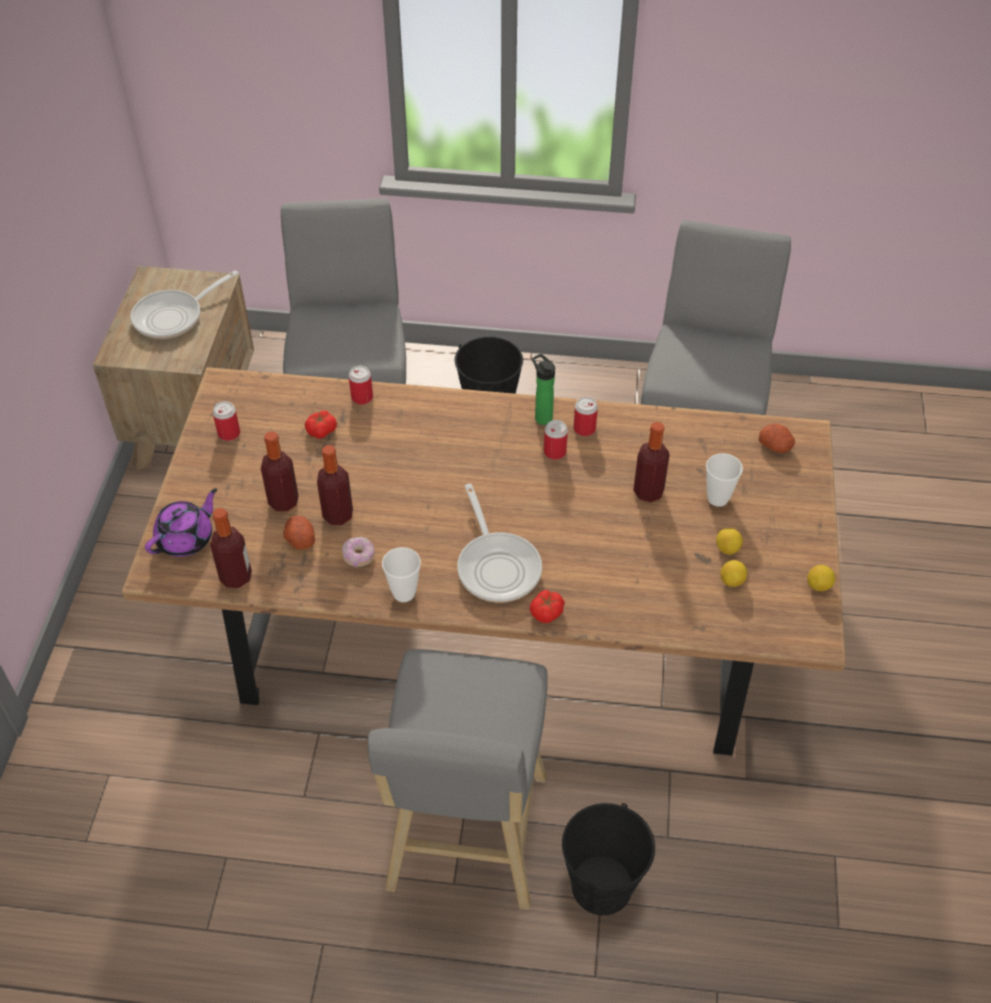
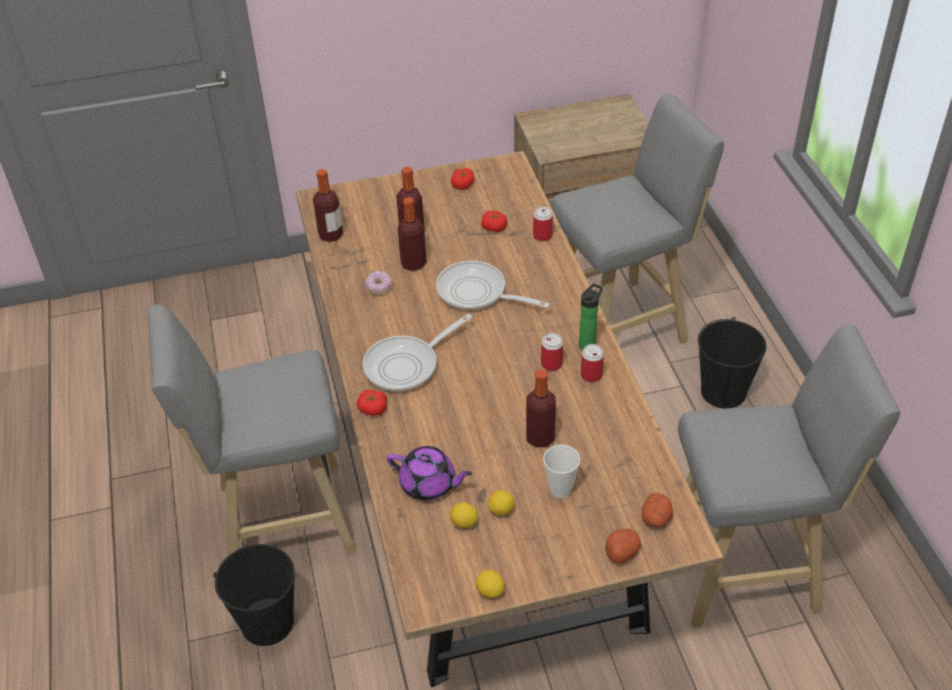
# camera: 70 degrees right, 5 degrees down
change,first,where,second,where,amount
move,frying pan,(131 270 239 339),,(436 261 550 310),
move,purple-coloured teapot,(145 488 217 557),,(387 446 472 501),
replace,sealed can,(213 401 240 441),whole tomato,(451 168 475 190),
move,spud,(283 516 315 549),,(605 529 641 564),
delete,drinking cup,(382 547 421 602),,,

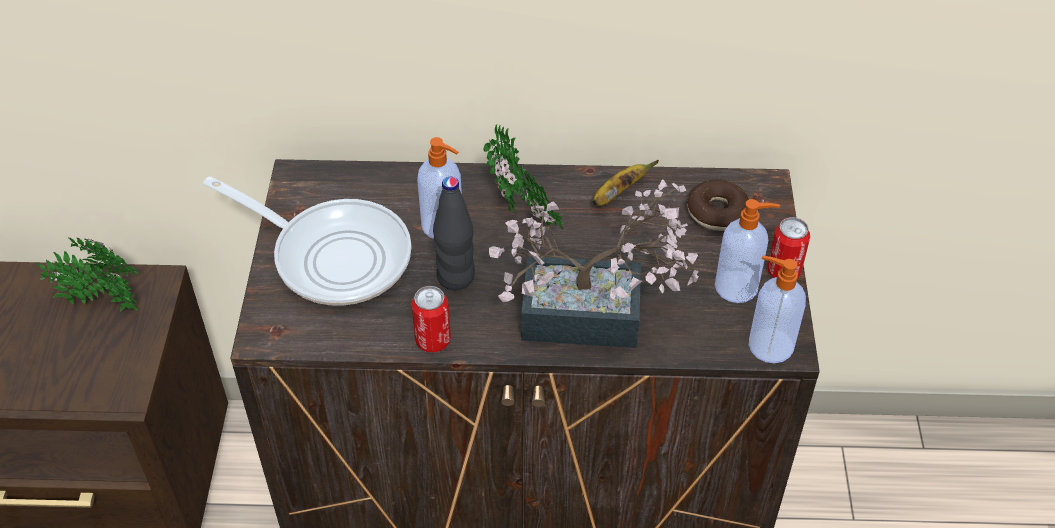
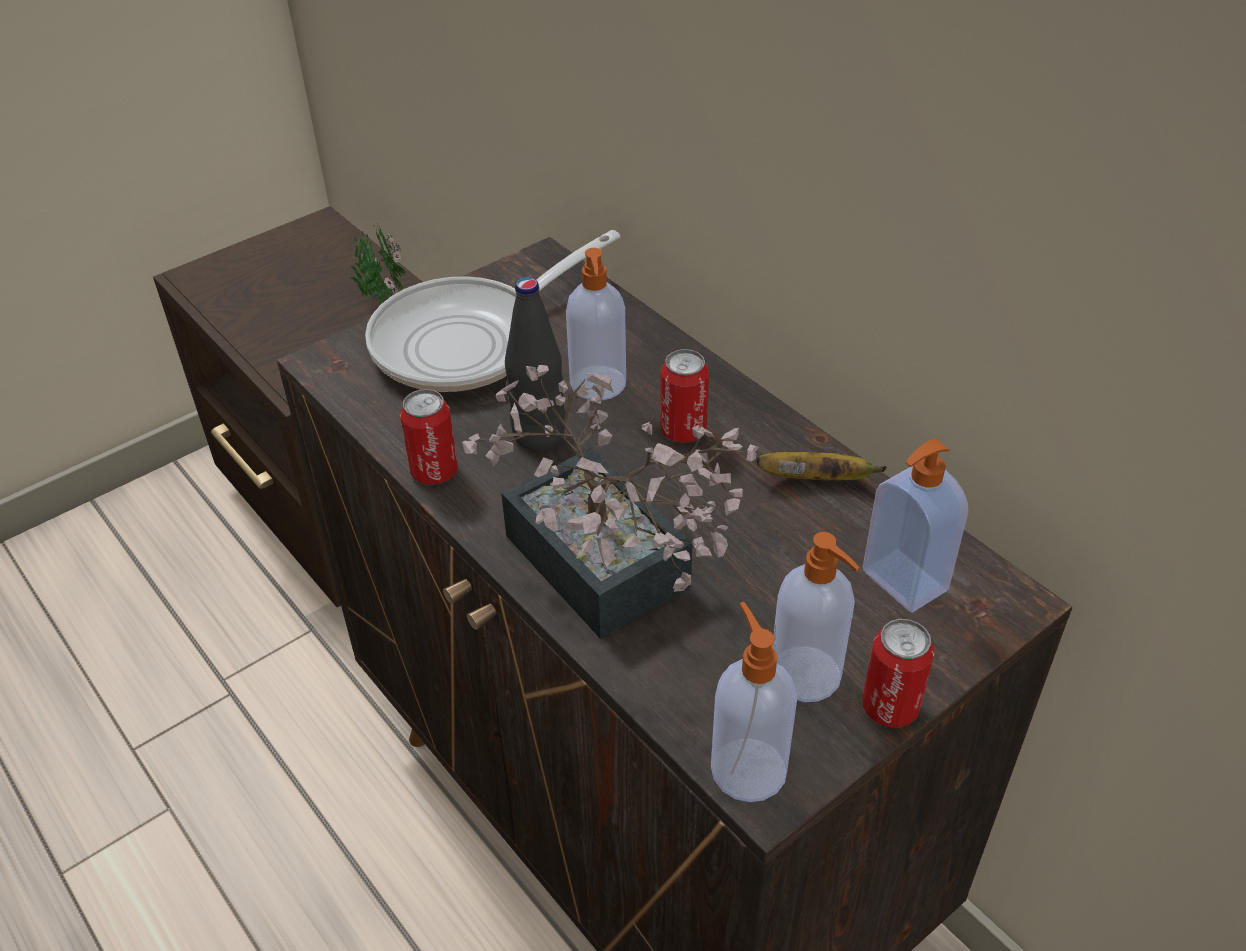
# camera: 50 degrees right, 5 degrees down
change,first,where,second,where,amount
rotate,frying pan,(203 176 412 306),,(365 230 621 392),60 degrees clockwise
replace,houseplant,(484 124 564 230),sealed can,(660 349 709 443),
replace,doughnut,(687 180 749 231),soap bottle,(863 438 968 613),

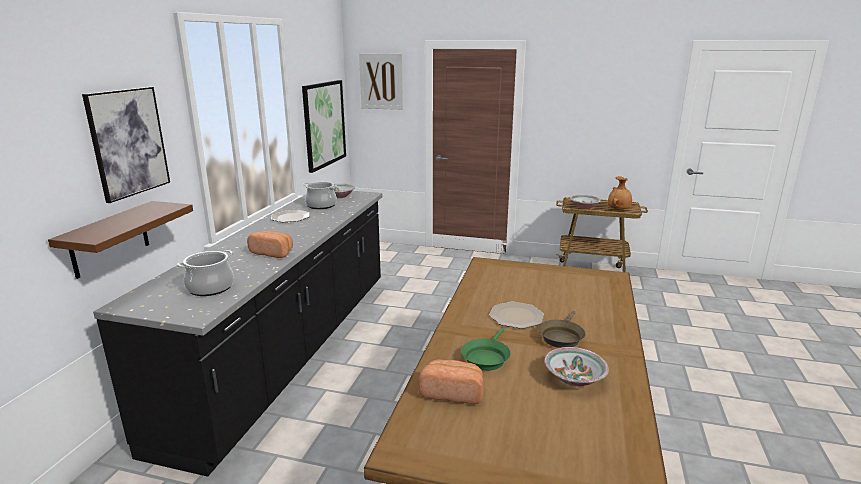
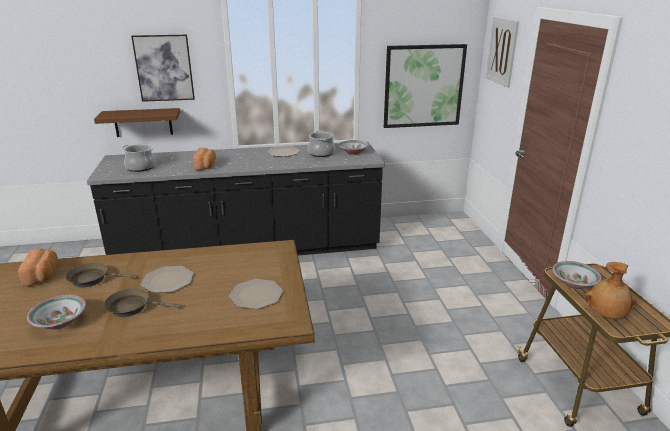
# camera: 65 degrees right, 5 degrees up
change,first,where,second,where,amount
recolor,green-coloured frying pan,(461 328 511 371),brown-coloured frying pan,(65 263 138 288),
insert,,,plate,(229 279 283 309),

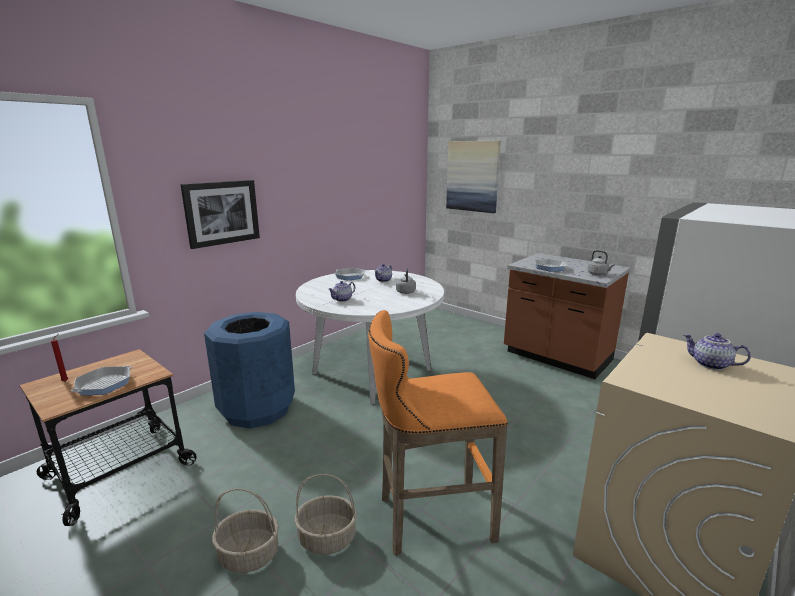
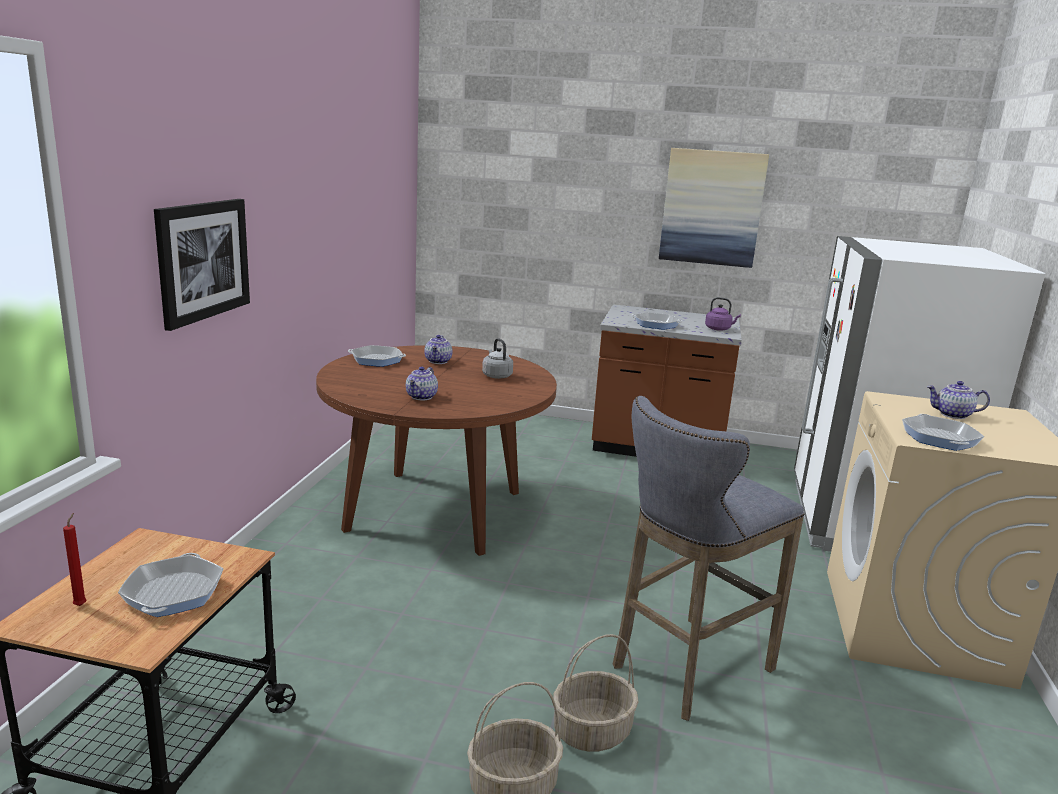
# camera: 30 degrees left, 0 degrees up
change,first,where,second,where,amount
delete,bluish rubbish bin,(204 312 295 428),,,
recolor,white-coloured dinner table,(296 270 444 404),brown-coloured dinner table,(316 345 557 556),
recolor,orange stool,(368 310 508 556),greyish stool,(613 396 804 721),
move,wall art,(446 141 501 213),,(659 148 769 268),
recolor,greyish tea kettle,(587 250 615 276),purple-coloured tea kettle,(705 297 741 331),
insert,,,frying pan,(902 414 984 451),

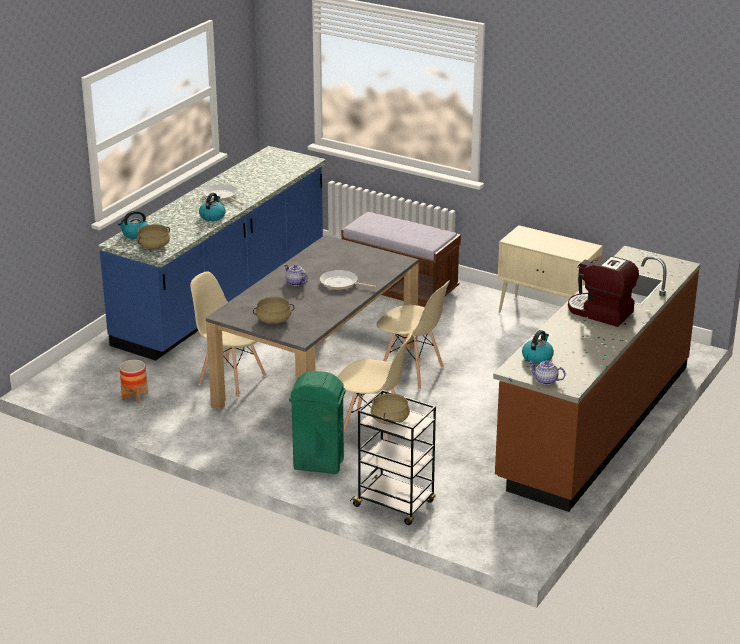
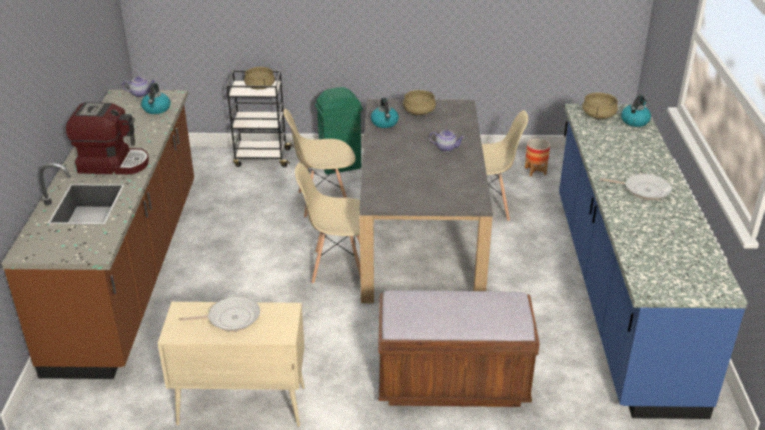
# camera: 150 degrees right, 5 degrees up
change,first,where,second,where,amount
move,tea kettle,(199 193 225 221),,(371 98 399 128),
move,frying pan,(320 270 377 290),,(179 296 260 331),

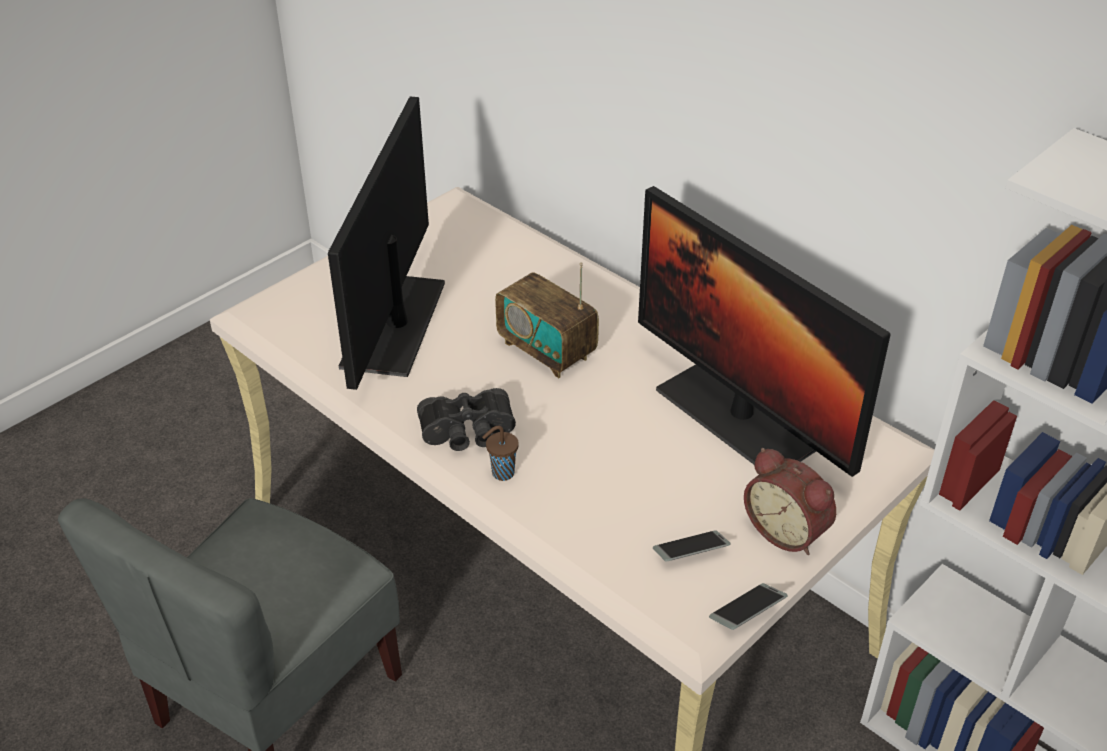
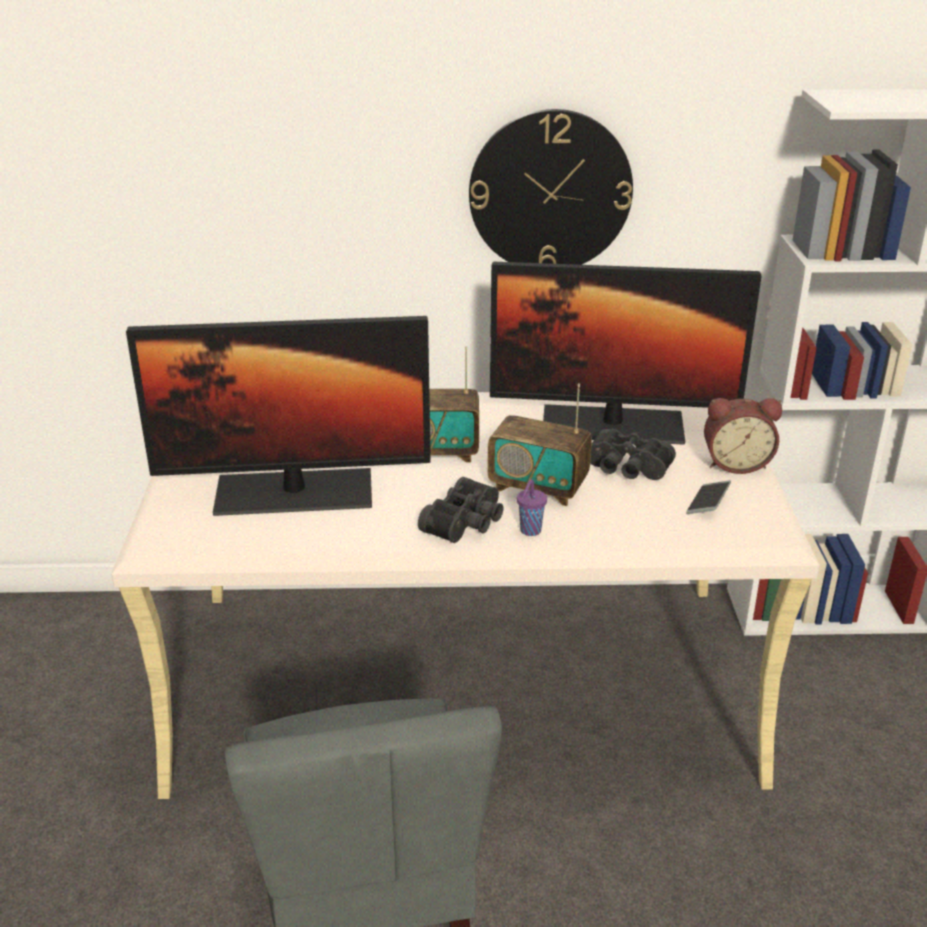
# camera: 45 degrees left, 10 degrees down
change,first,where,second,where,amount
rotate,computer display,(328 97 445 390),,(126 316 431 516),60 degrees counterclockwise
recolor,brown-coloured drinking cup,(482 426 519 481),purple-coloured drinking cup,(517 479 547 536),
delete,telephone,(709 583 788 630),,,
insert,,,wall clock,(469 109 633 265),
insert,,,radio set,(487 384 592 506),
insert,,,black field glasses,(590 429 676 480),

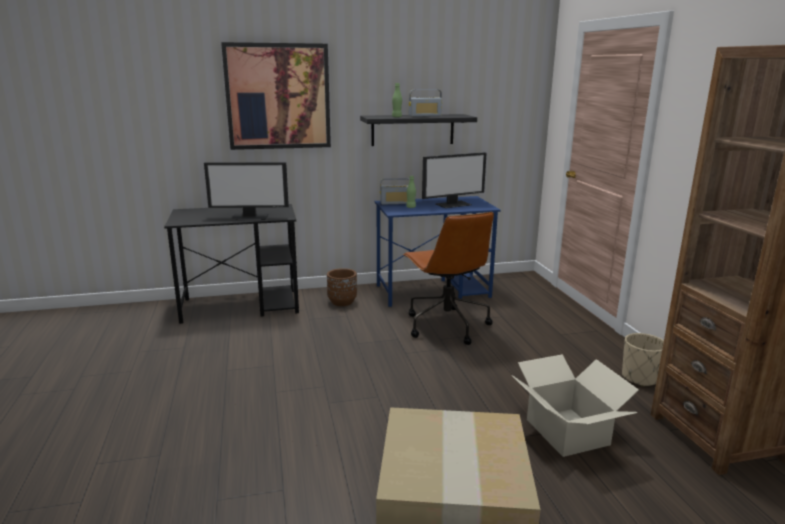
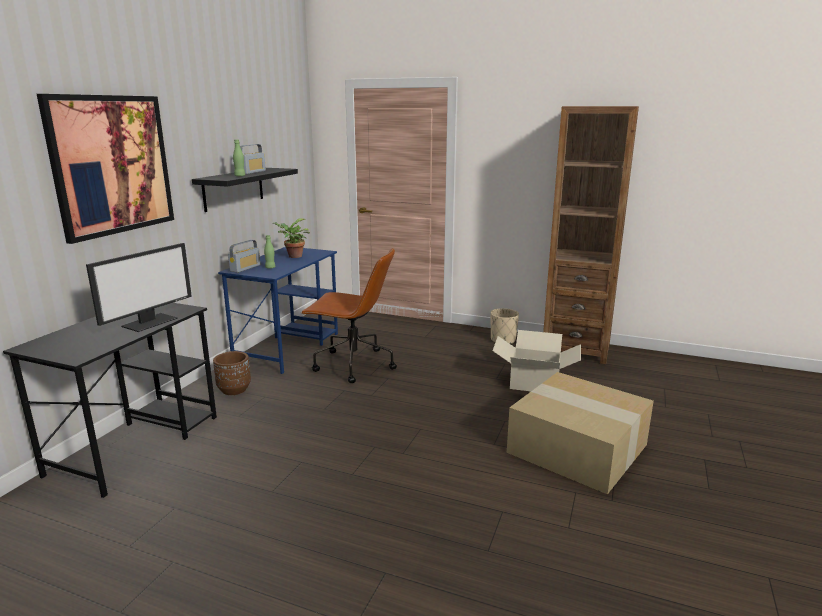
# camera: 55 degrees left, 0 degrees up
change,first,where,second,where,amount
replace,computer display,(422 152 487 208),houseplant,(274 219 310 258),

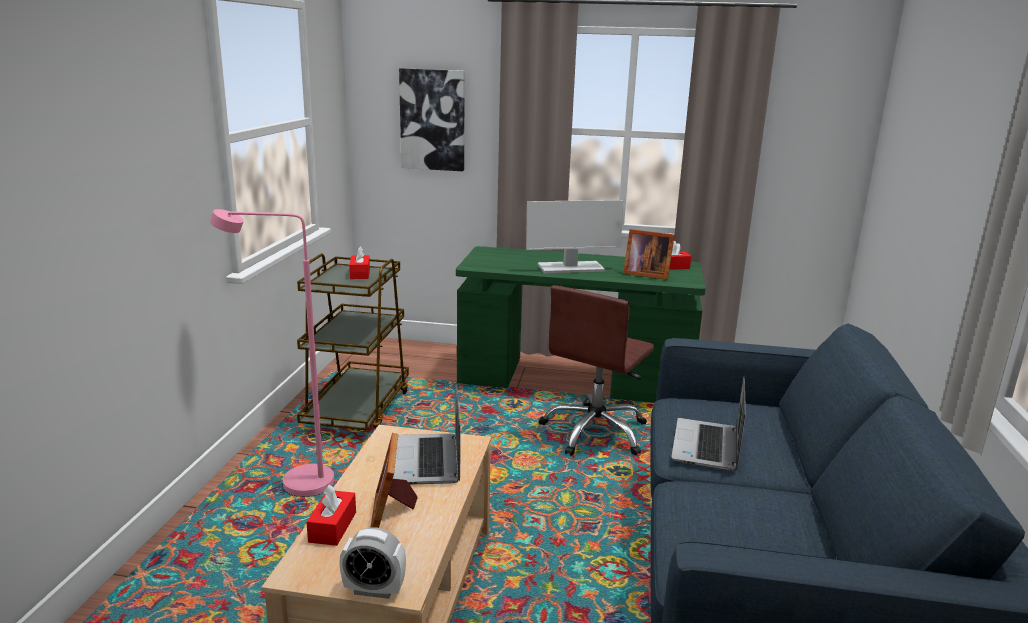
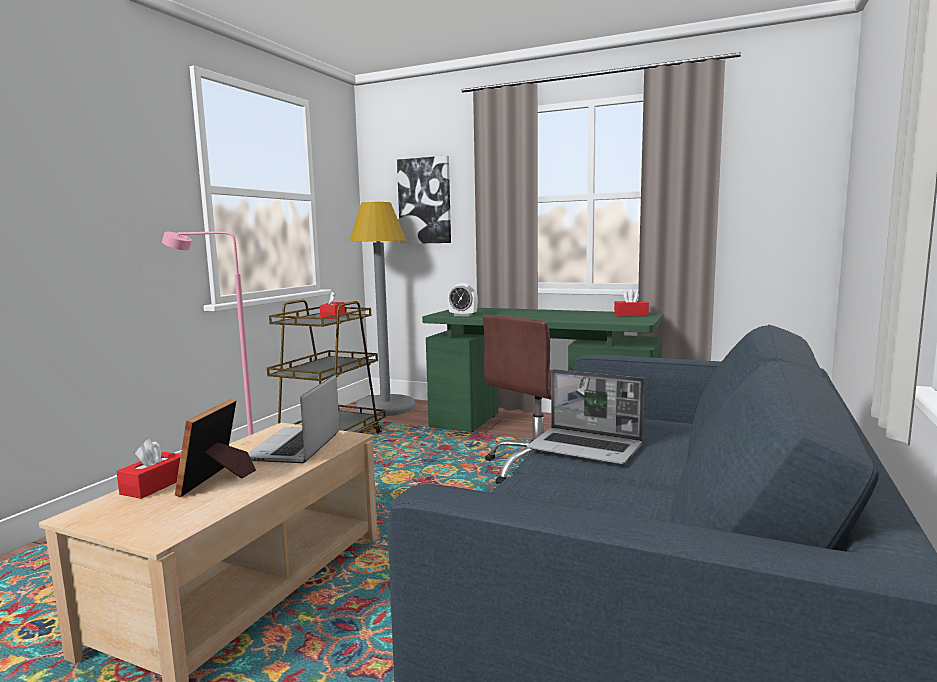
# camera: 15 degrees right, 10 degrees down
change,first,where,second,where,amount
move,table clock,(339 527 406 599),,(448 283 478 317),
delete,computer display,(526 200 623 273),,,
delete,photo frame,(623 229 675 280),,,
rotate,laptop,(671 377 746 471),,(526 369 645 464),90 degrees counterclockwise
insert,,,greyish standing lamp,(349 202 416 416),

